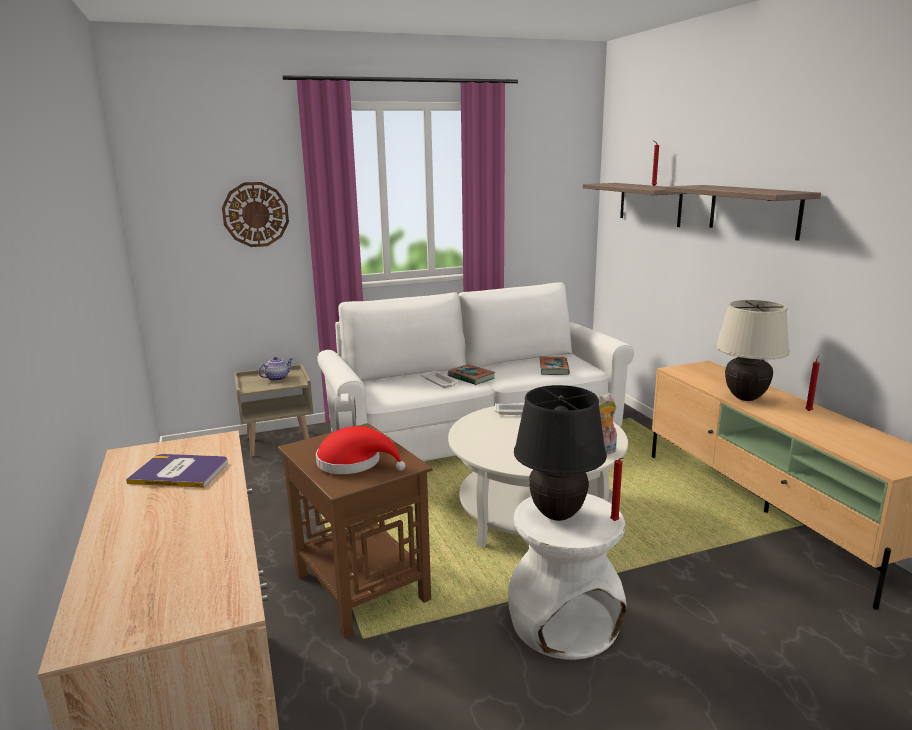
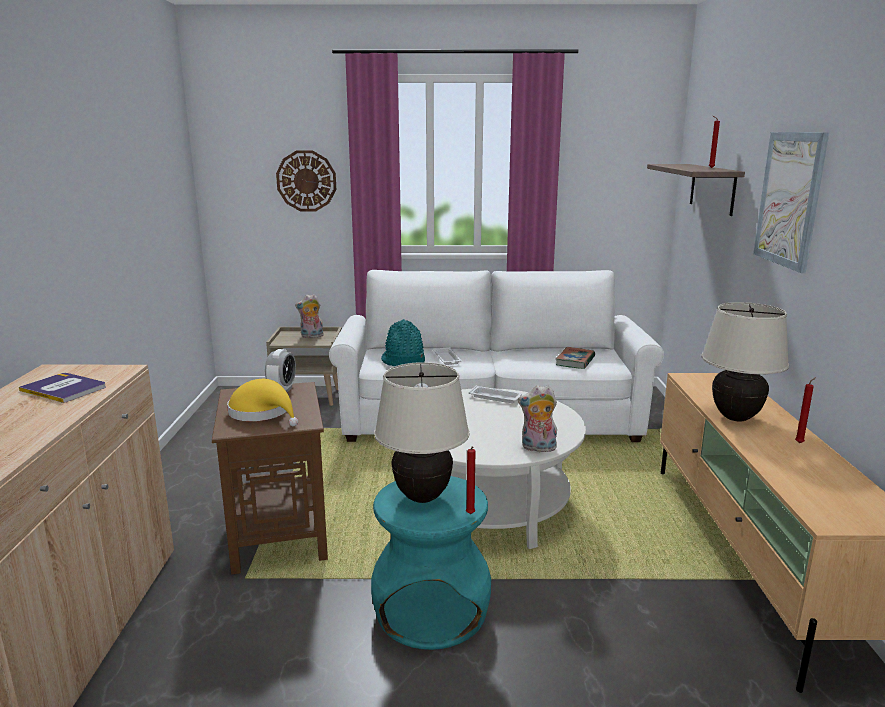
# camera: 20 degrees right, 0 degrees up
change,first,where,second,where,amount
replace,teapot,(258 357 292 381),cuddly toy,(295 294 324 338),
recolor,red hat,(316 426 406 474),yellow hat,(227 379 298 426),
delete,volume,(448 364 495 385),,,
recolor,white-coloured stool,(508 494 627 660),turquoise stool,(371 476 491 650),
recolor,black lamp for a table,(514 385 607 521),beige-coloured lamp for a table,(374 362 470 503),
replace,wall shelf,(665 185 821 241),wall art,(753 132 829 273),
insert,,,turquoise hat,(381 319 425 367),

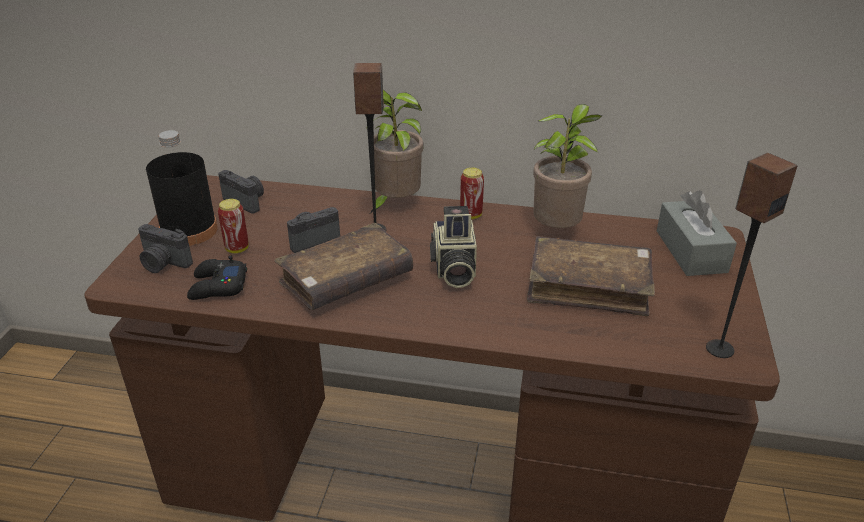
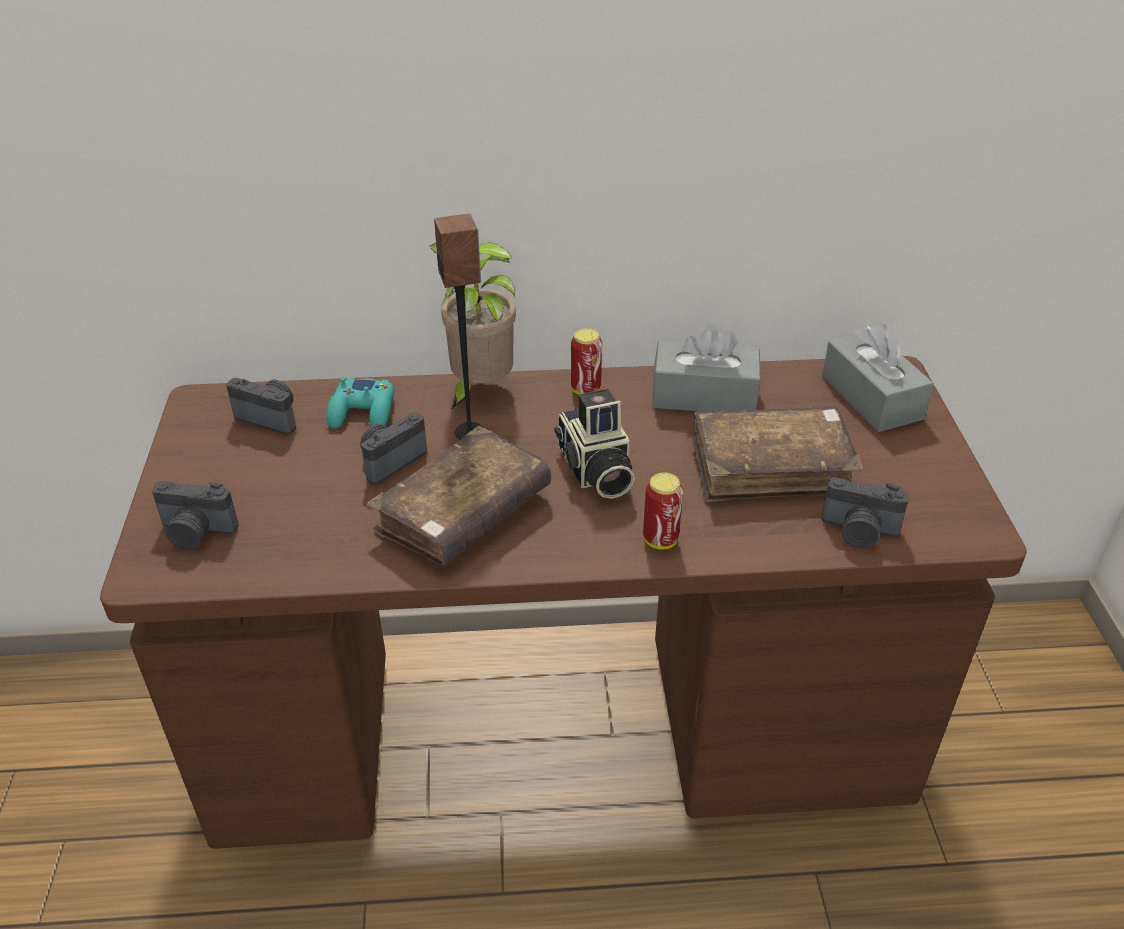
# camera: 15 degrees left, 5 degrees up
change,first,where,second,where,amount
delete,black beverage bottle,(146 130 217 246),,,
delete,black gamepad,(187 256 247 300),,,
move,sealed can,(218 199 248 253),,(643 472 683 550),
replace,houseplant,(533 104 602 228),greyish tissue holder,(652 324 761 412),
delete,speaker,(706 153 798 358),,,
insert,,,turquoise gamepad,(326 378 394 429),
insert,,,still camera,(821 477 909 548),

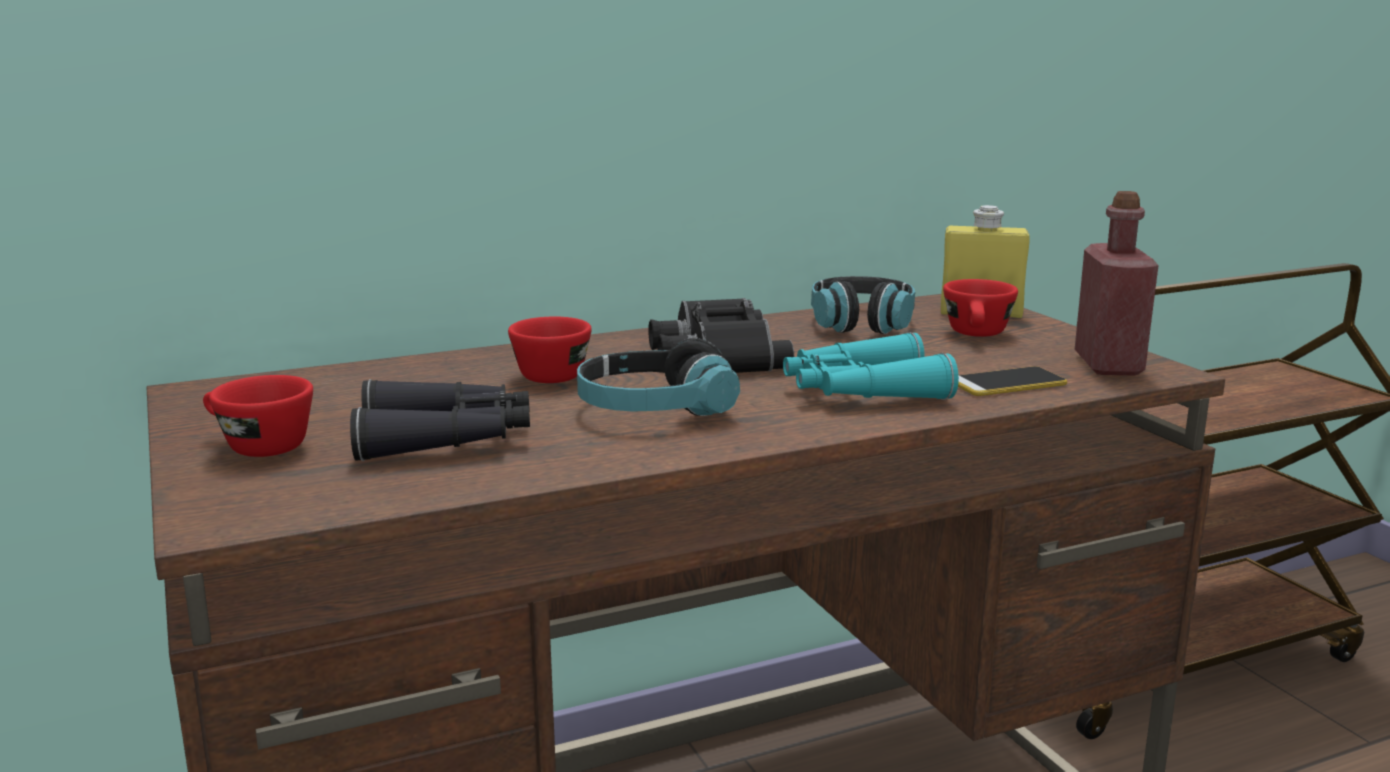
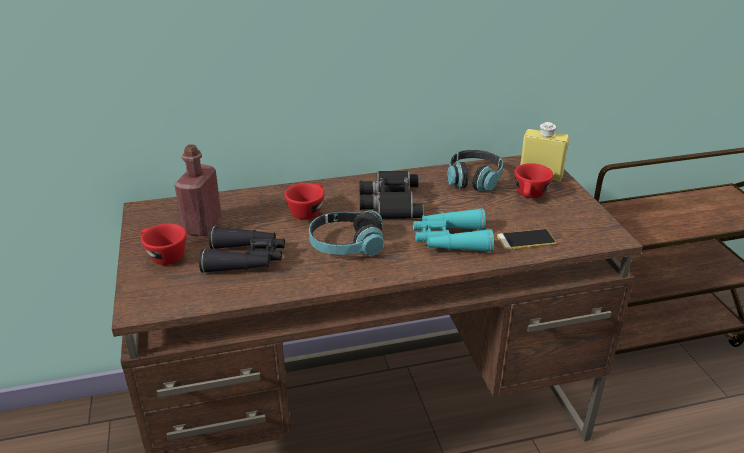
# camera: 10 degrees right, 15 degrees up
change,first,where,second,where,amount
move,red beverage bottle,(1074 191 1159 375),,(174 144 222 236),

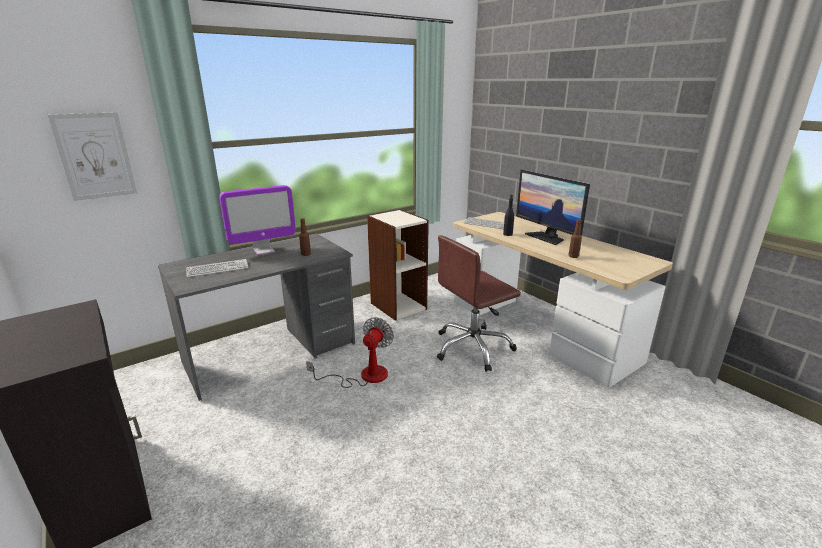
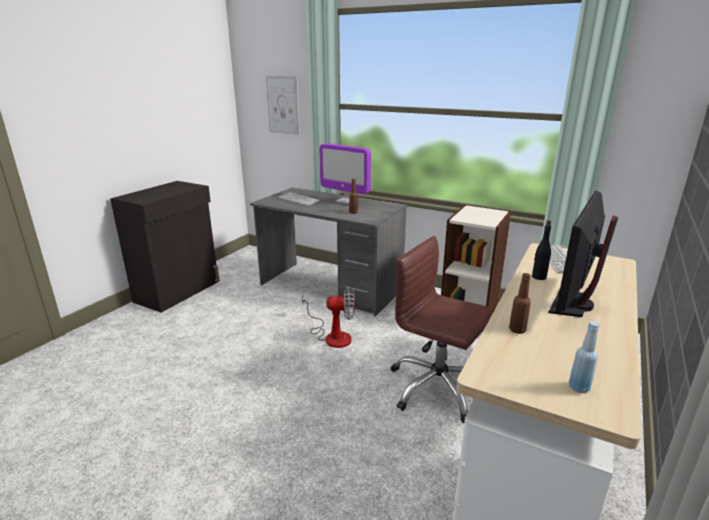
# camera: 65 degrees right, 0 degrees up
change,first,where,second,where,amount
insert,,,bluish beverage bottle,(569 321 599 393),

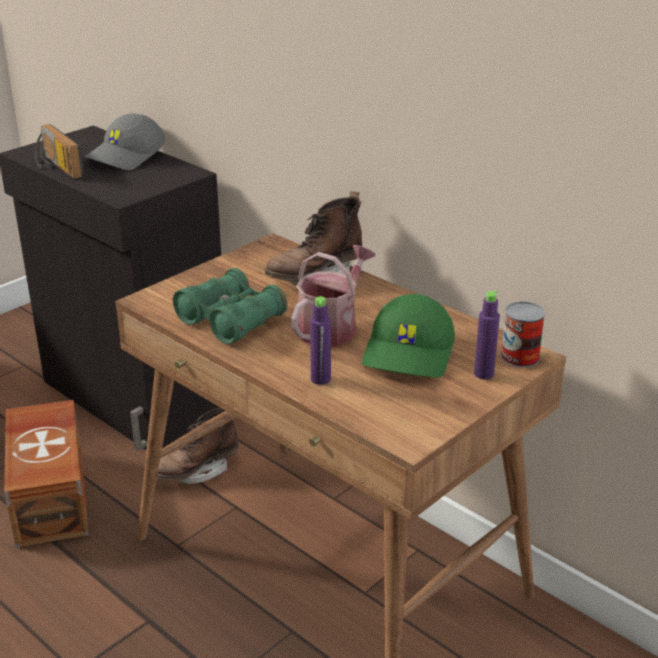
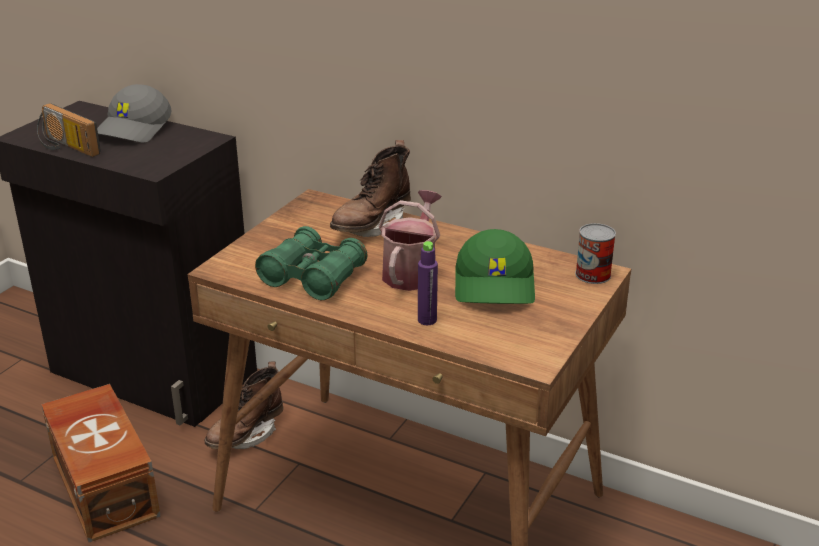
# camera: 15 degrees left, 0 degrees up
change,first,where,second,where,amount
delete,purple-coloured beverage bottle,(474 291 500 380),,,

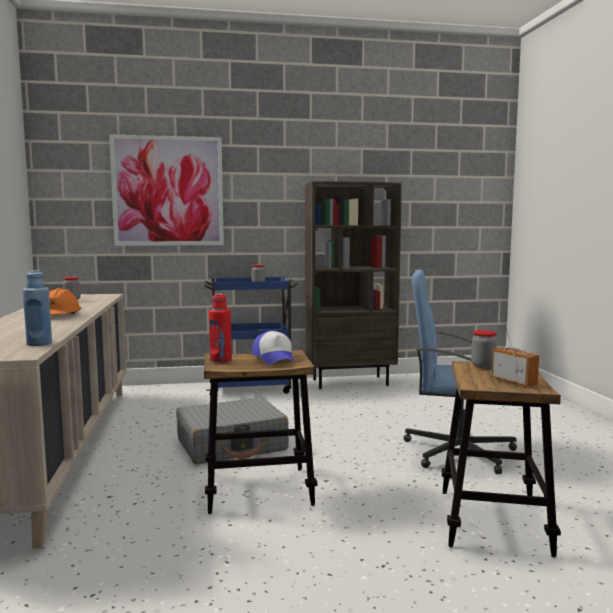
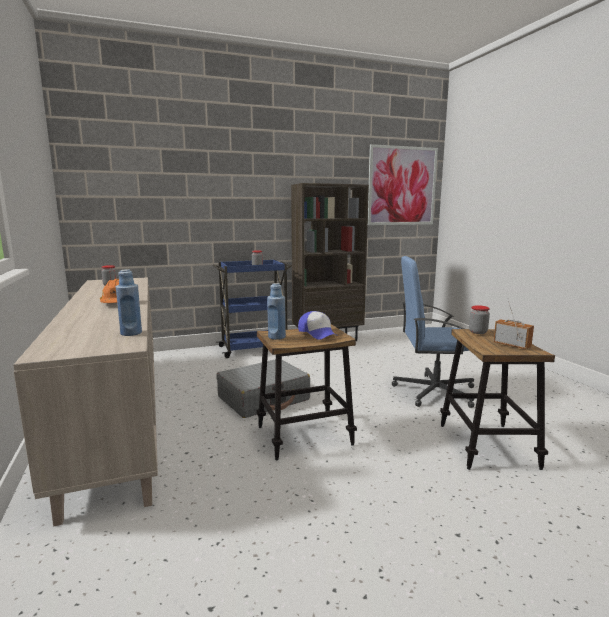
# camera: 10 degrees left, 5 degrees up
change,first,where,second,where,amount
move,wall art,(109 134 224 246),,(368 144 438 225),
recolor,red beverage bottle,(209 294 232 363),bluish beverage bottle,(267 283 286 340),

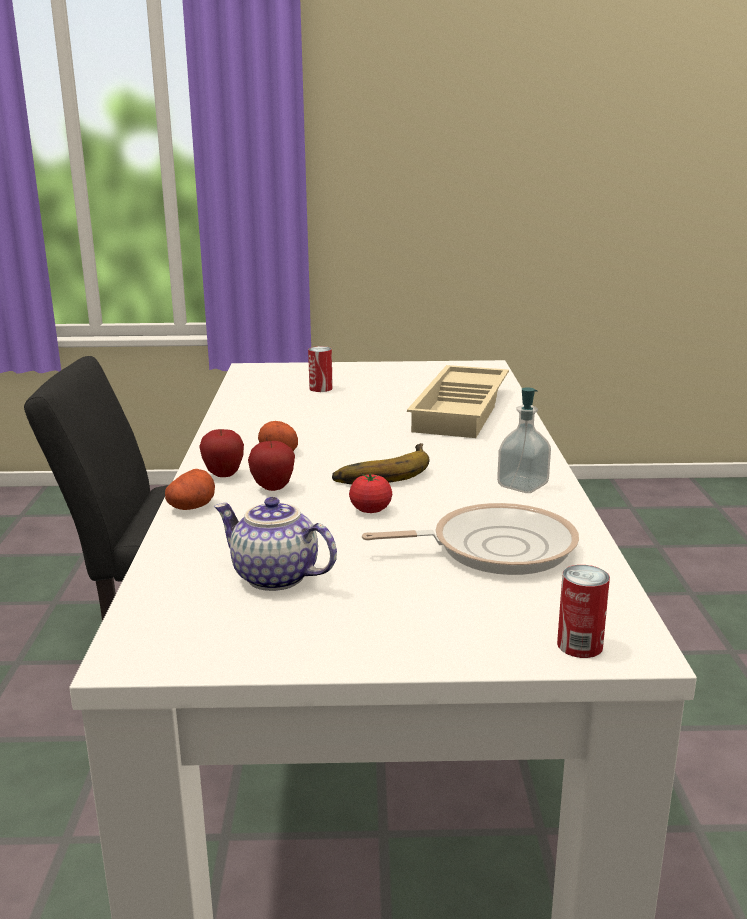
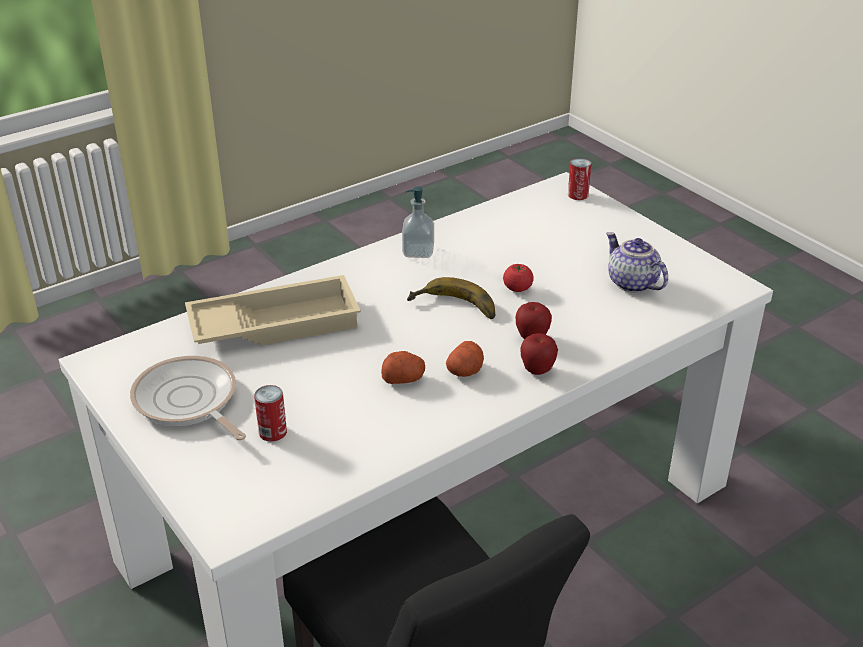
# camera: 125 degrees left, 15 degrees up
change,first,where,second,where,amount
move,spud,(165 469 215 510),,(381 351 425 384),
rotate,teapot,(214 497 337 591),,(606 232 668 293),150 degrees clockwise
move,frying pan,(362 503 579 575),,(130 356 246 440),

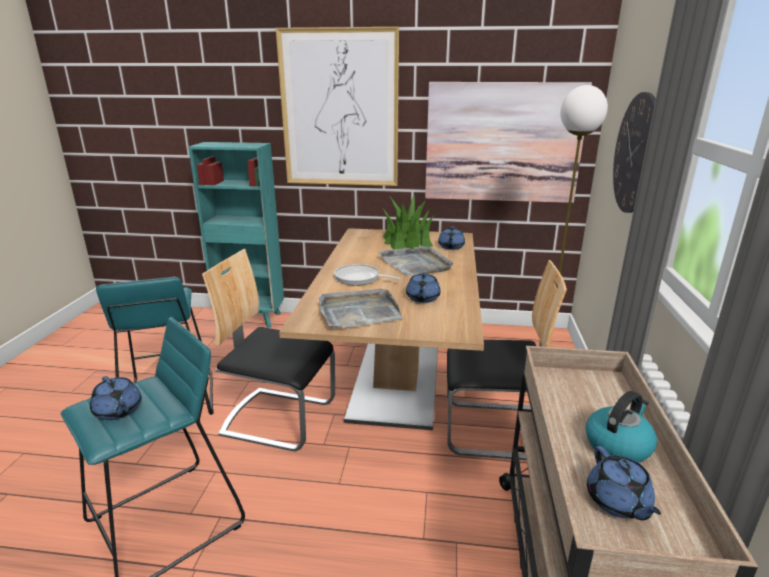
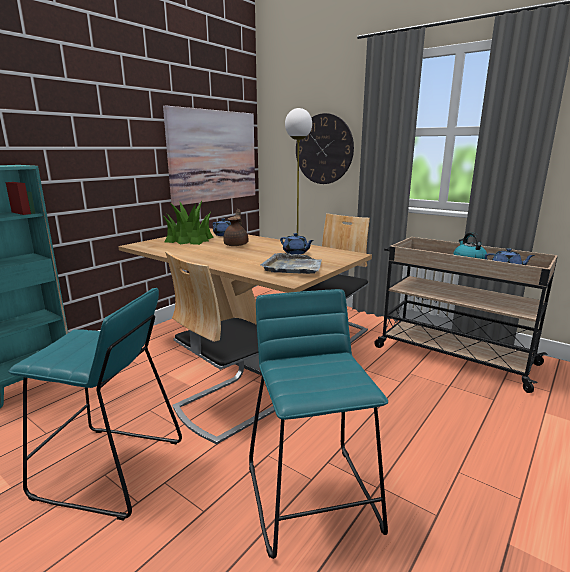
# camera: 60 degrees left, 5 degrees down
change,first,where,second,where,amount
delete,bluish teapot,(90 376 142 420),,,
delete,wall art,(276 27 399 186),,,
delete,frying pan,(334 264 401 286),,,
replace,greyish carrying tray,(379 245 453 276),brown-coloured teapot,(223 209 249 246),

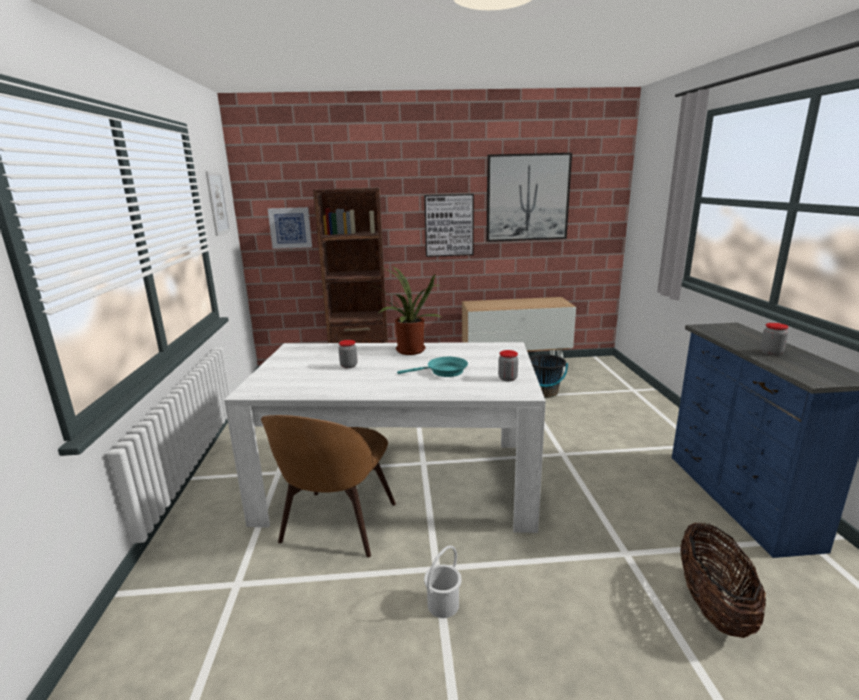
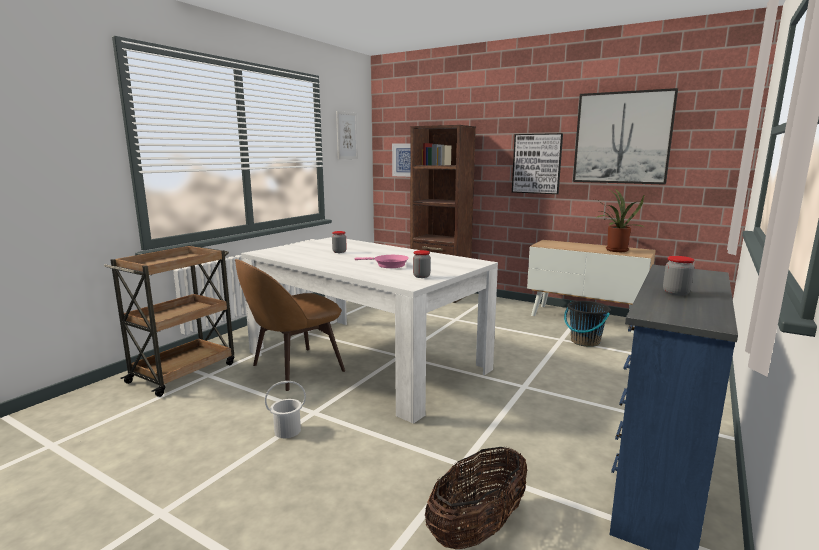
# camera: 35 degrees right, 5 degrees down
change,first,where,second,where,amount
move,houseplant,(371 266 441 355),,(596 188 645 252),
recolor,turquoise frying pan,(397 357 468 377),pink frying pan,(354 255 409 268),
insert,,,brown-coloured cart,(104 245 235 397),

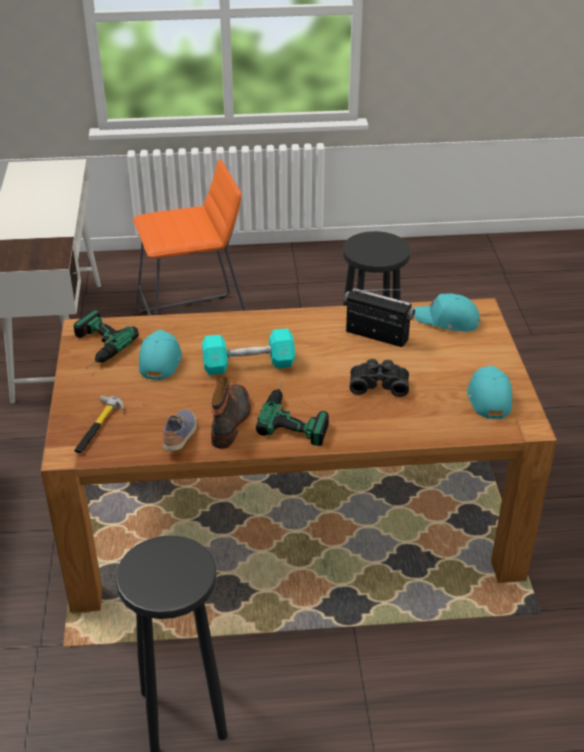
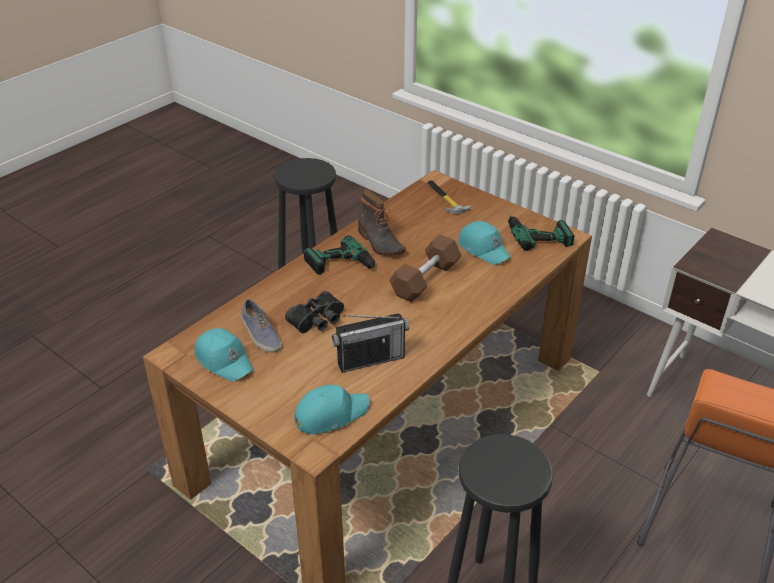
# camera: 135 degrees right, 0 degrees up
change,first,where,second,where,amount
move,shoe,(163 409 197 451),,(240 299 282 353),
recolor,turquoise dumbbell,(202 328 295 375),brown-coloured dumbbell,(389 234 461 302),

